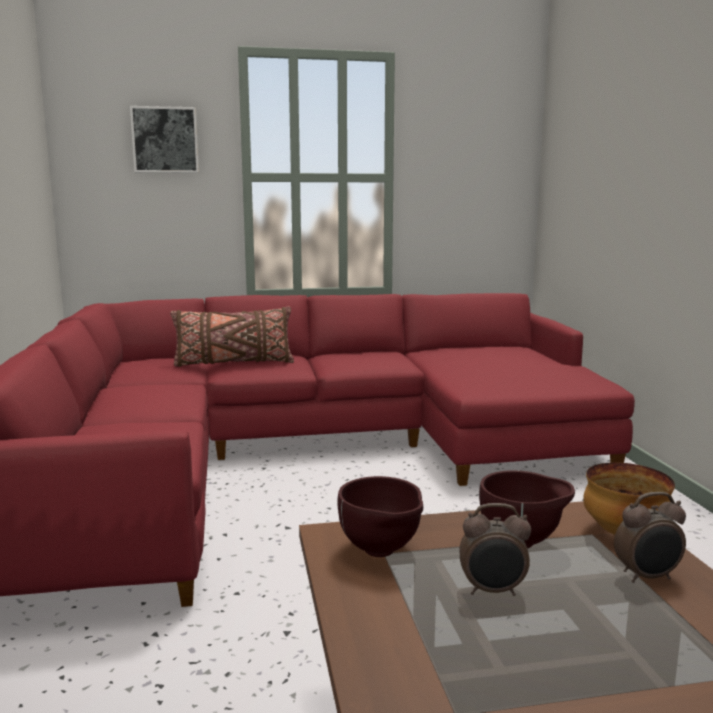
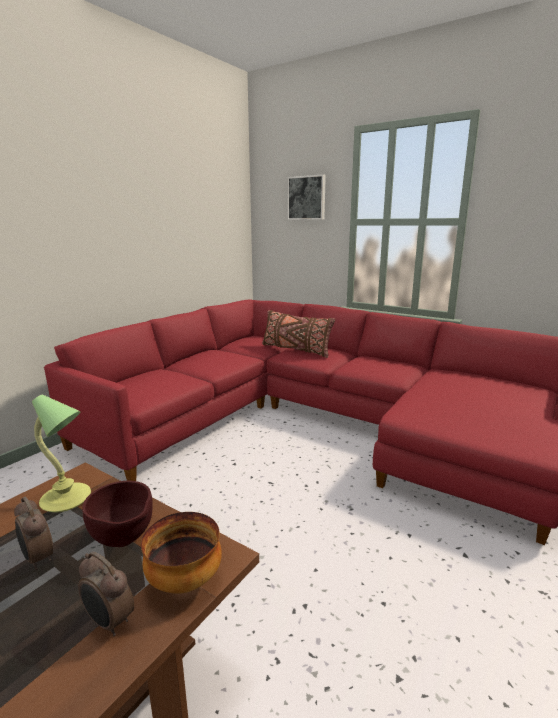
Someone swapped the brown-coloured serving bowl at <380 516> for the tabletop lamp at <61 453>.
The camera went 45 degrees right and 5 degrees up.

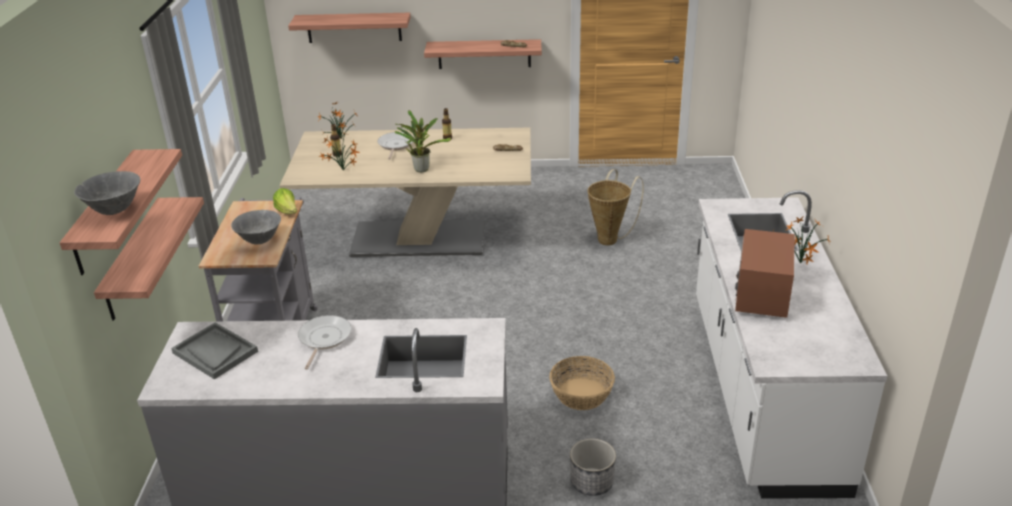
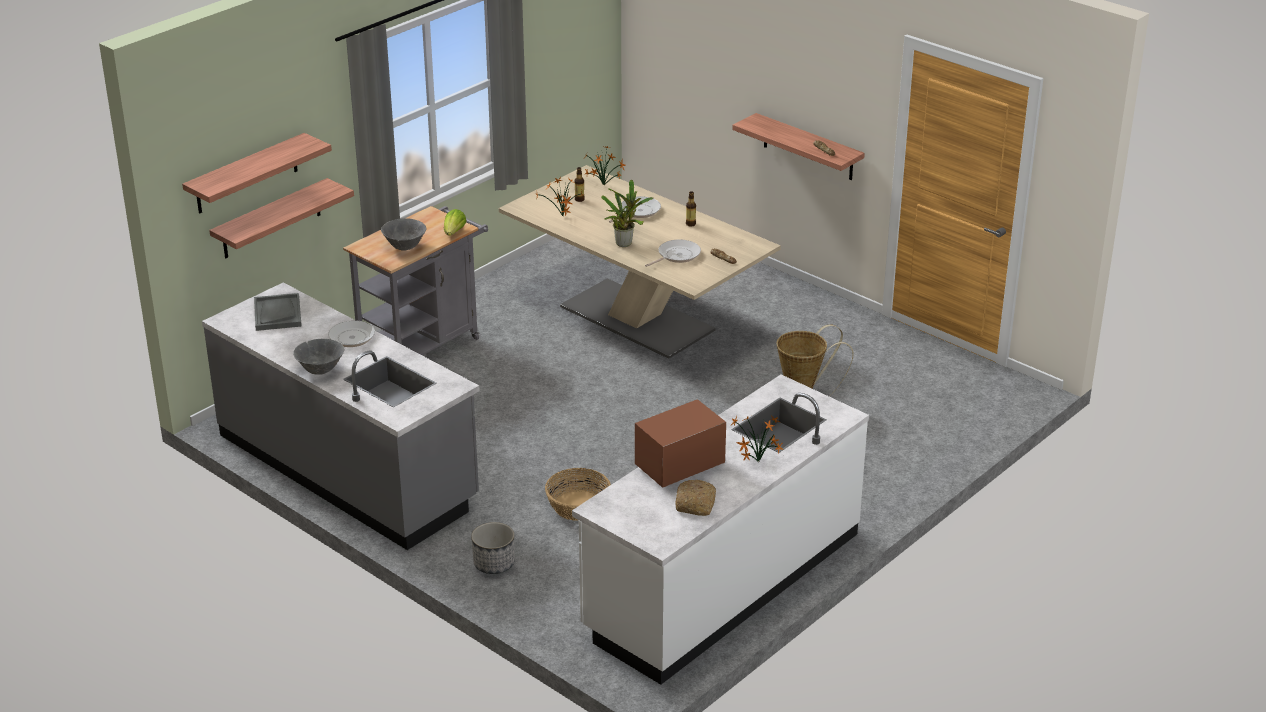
Someone carried the greyish serving bowl from <107 193> to <318 357>.
Someone took away the shelf at <349 28>.
Someone put down the pan at <673 253>.
Someone put down the baked bread at <696 498>.
The camera went 40 degrees right and 0 degrees up.

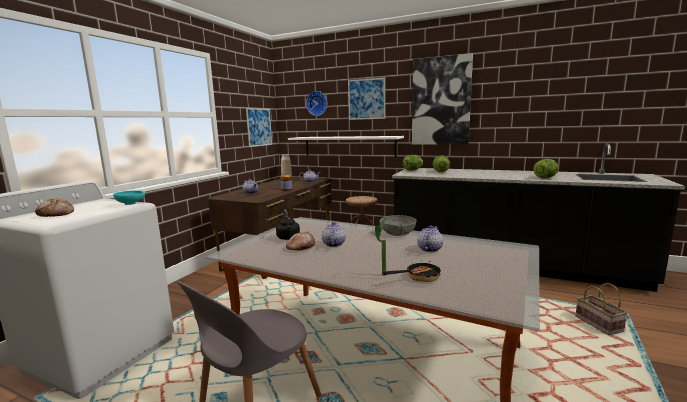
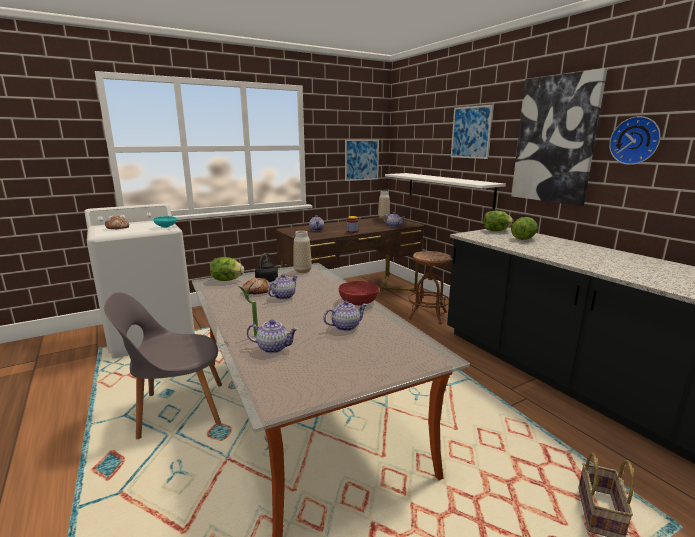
Someone carried the wall clock from <316 103> to <635 140>.
Someone repainted the greyish serving bowl at <397 225>, which became the red serving bowl at <359 293>.
Someone swapped the pan at <412 271> for the teapot at <272 336>.
Someone carried the lettuce from <546 168> to <227 269>.
Someone put down the vase at <302 252>.
The camera went 35 degrees right and 5 degrees up.

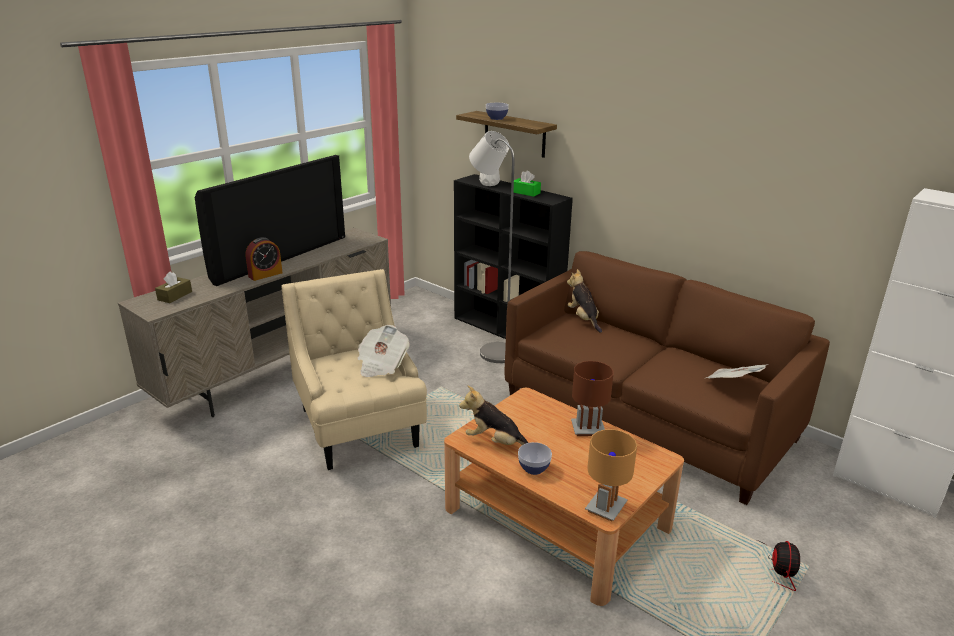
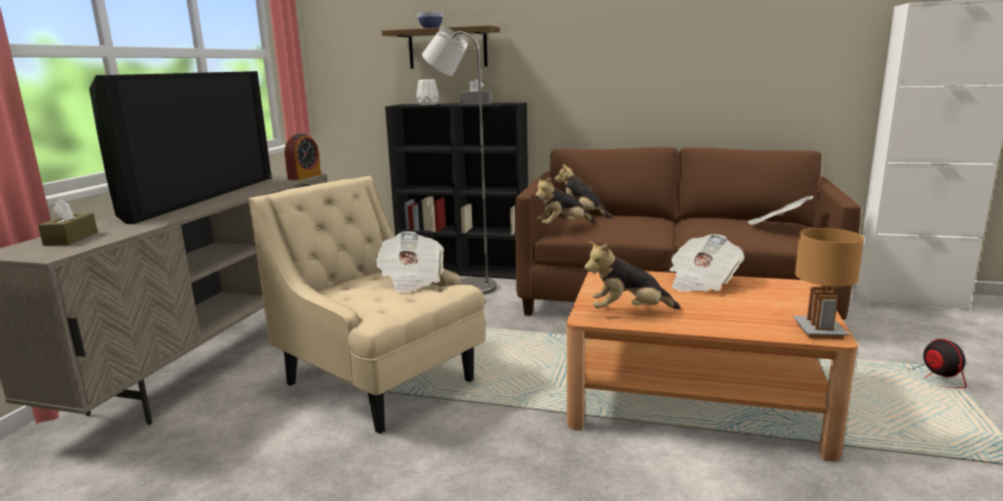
Someone carried the bedside clock from <263 259> to <302 157>.
Someone repainted the green-coloured tissue box at <527 184>, which became the greyish tissue box at <475 92>.
Someone took away the serving bowl at <535 458>.
Someone swapped the brown-coloured tabletop lamp at <592 398> for the newspaper at <707 263>.
Someone put down the plush toy at <565 200>.
The camera went 25 degrees left and 10 degrees down.

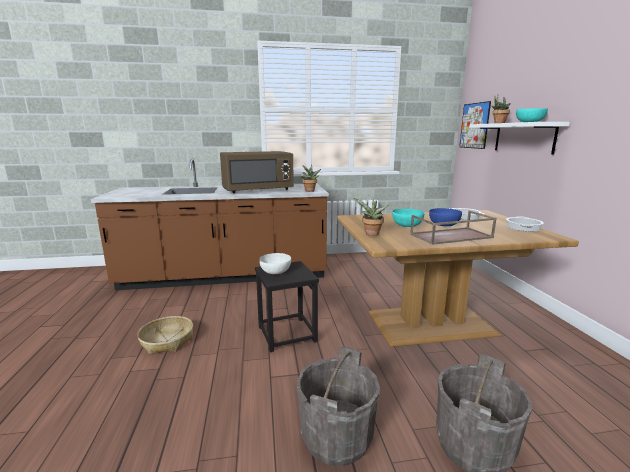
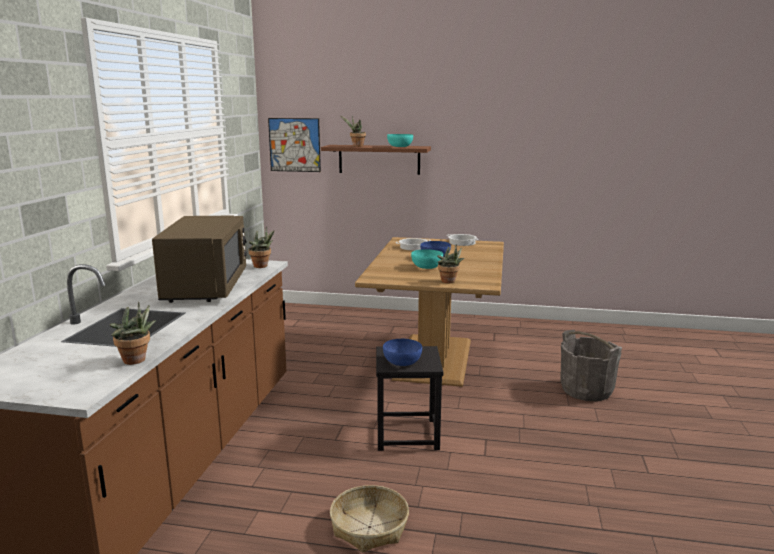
Someone repainted the white-coloured serving bowl at <275 263>, which became the blue-coloured serving bowl at <402 352>.
Someone took away the greyish water bucket at <338 406>.
Someone took away the brown-coloured serving tray at <453 227>.
Someone repainted the white-coloured shelf at <520 138>, which became the brown-coloured shelf at <376 160>.
Someone put down the houseplant at <133 333>.
The camera went 70 degrees left and 0 degrees up.

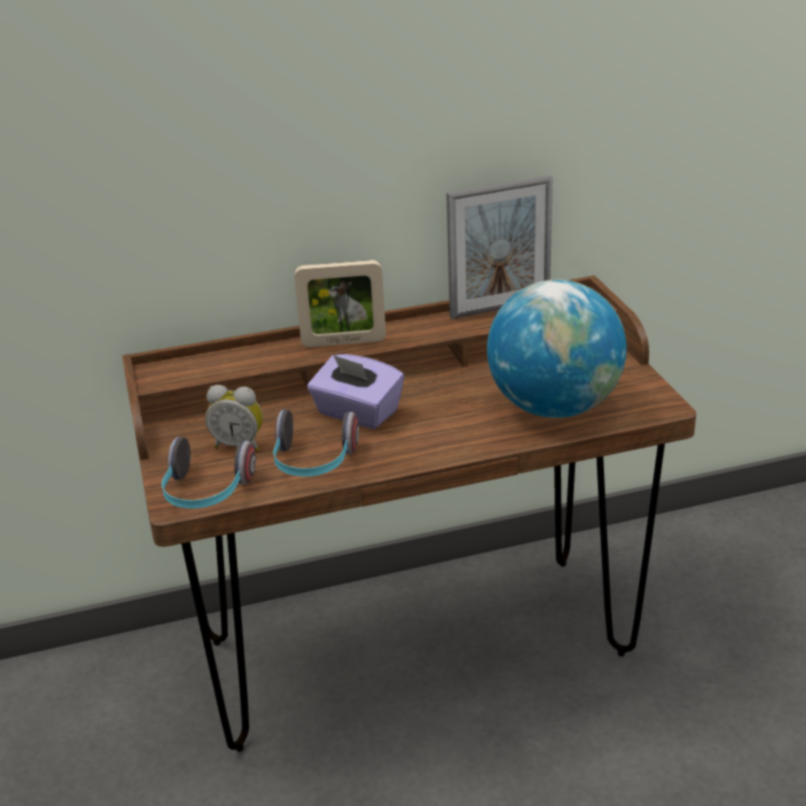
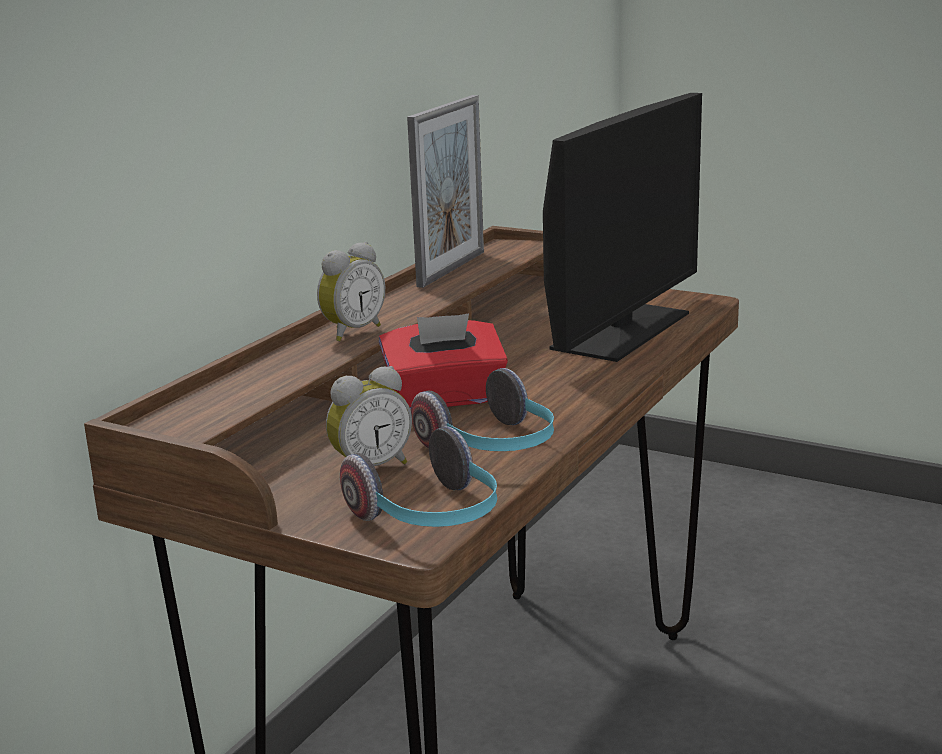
Someone swapped the picture frame at <340 303> for the bedside clock at <351 291>.
Someone repainted the purple tissue box at <355 391>, which became the red tissue box at <443 362>.
Someone swapped the globe at <557 349> for the monitor at <622 227>.
The camera went 45 degrees left and 10 degrees down.

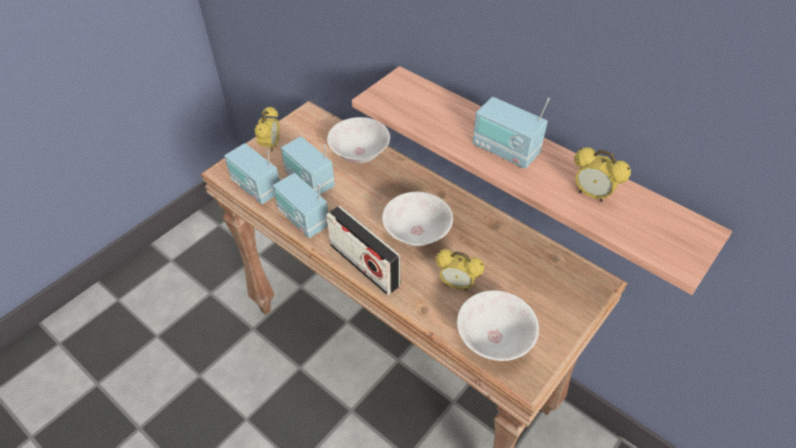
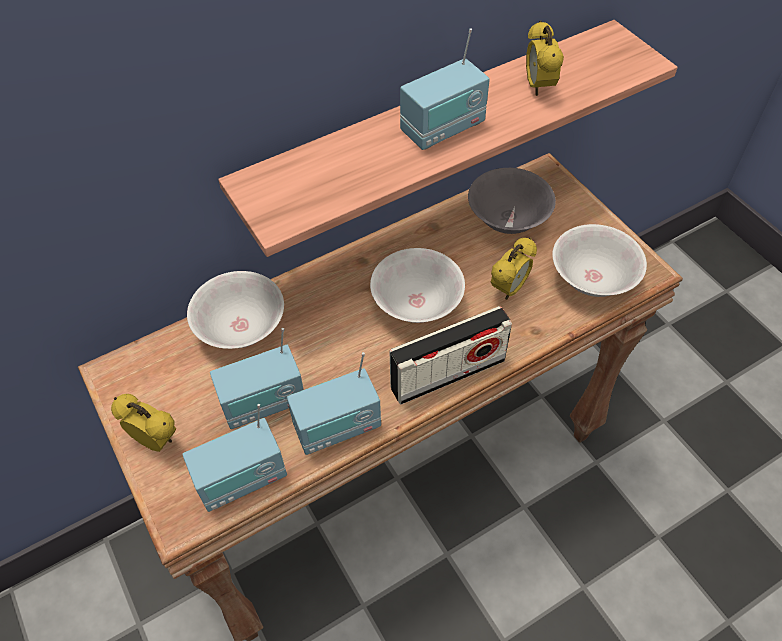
Someone rotated the bedside clock at <602 174> by 120 degrees clockwise.
Someone put down the greyish serving bowl at <512 201>.
The camera went 70 degrees left and 5 degrees up.

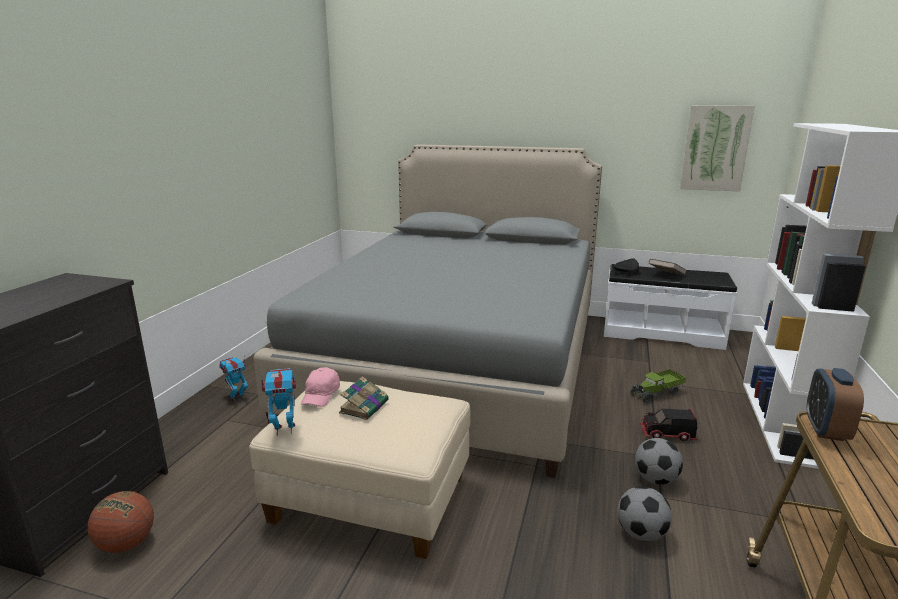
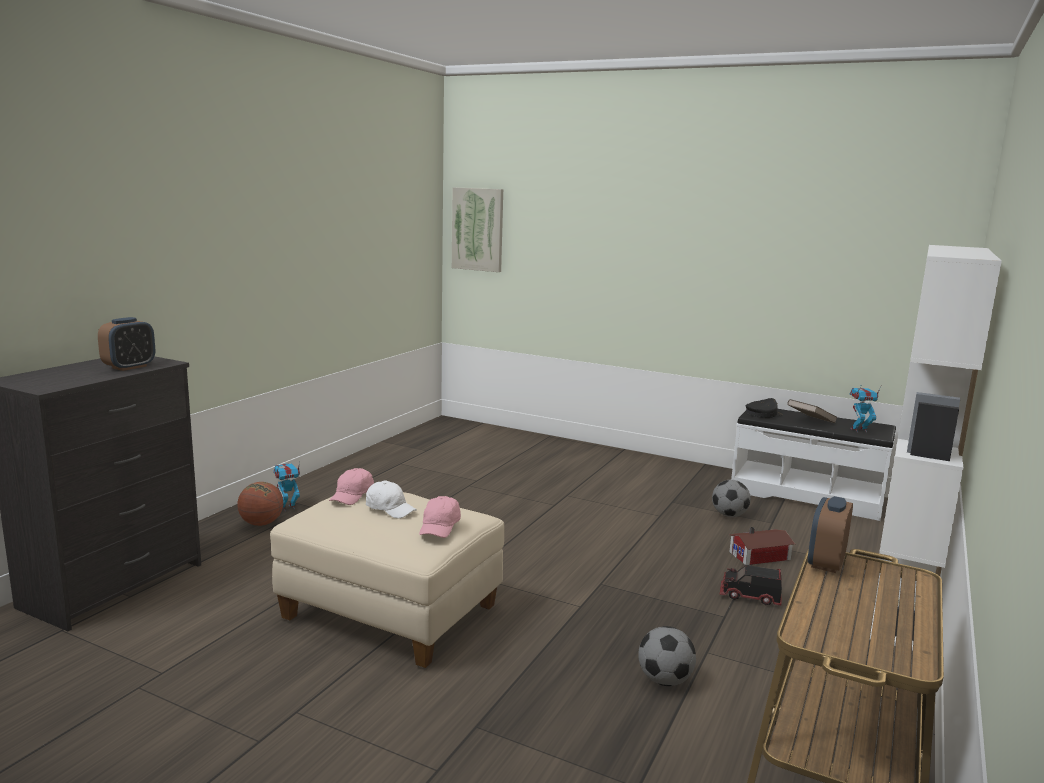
Someone carried the ball for basketball from <120 522> to <260 504>.
Someone took away the greyish bedroom bed at <427 311>.
Someone carried the model robot from <278 402> to <866 408>.
Someone swapped the bound book at <364 398> for the white-coloured cap at <391 499>.
Someone swapped the model truck at <658 386> for the miniature house at <762 546>.
Someone carried the ball for football from <659 461> to <731 498>.
Someone carried the wall art from <717 148> to <477 229>.
Someone put down the bedside clock at <126 344>.
Someone put down the pink cap at <440 517>.
The camera went 10 degrees right and 5 degrees down.

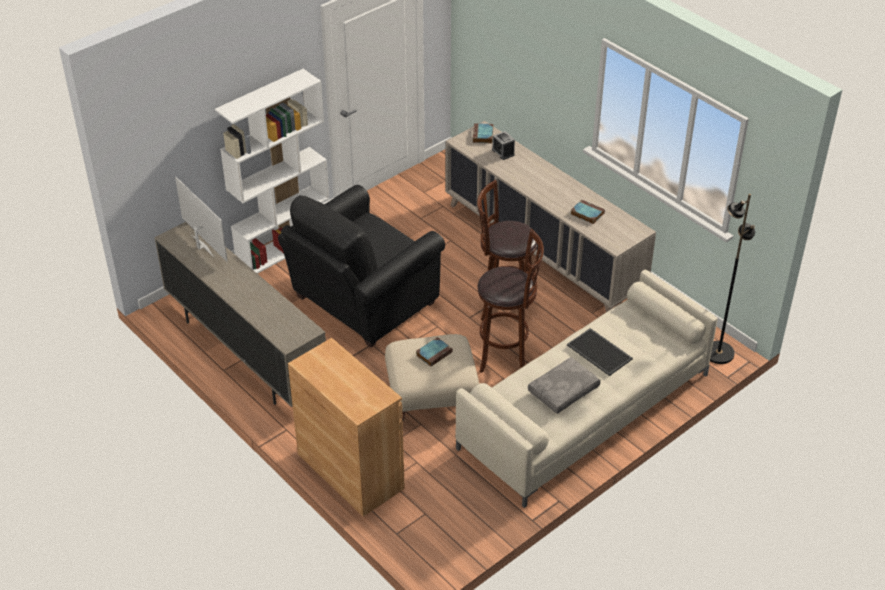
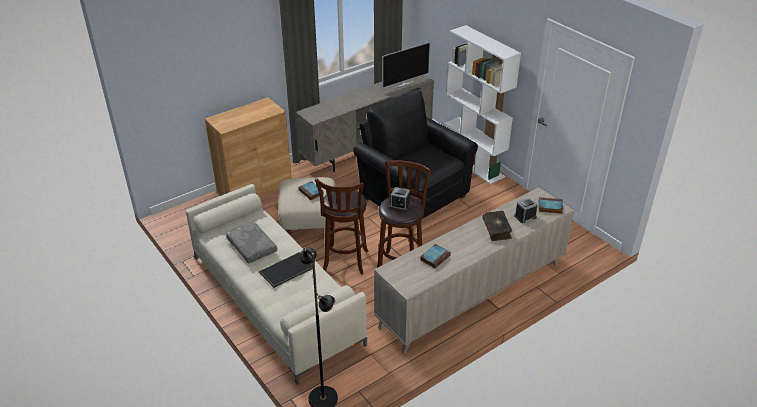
Someone put down the bedside clock at <400 199>.
Someone put down the bound book at <497 226>.
The camera went 95 degrees right and 5 degrees down.

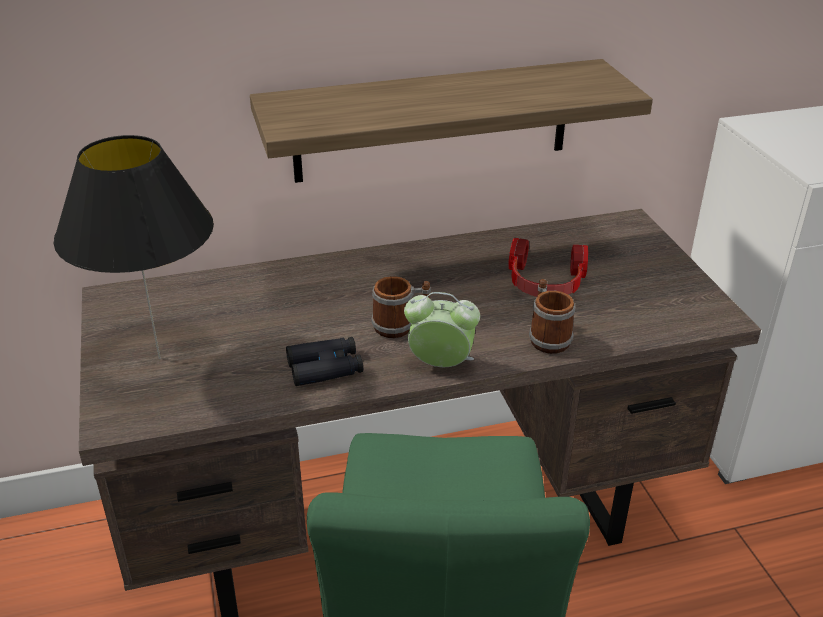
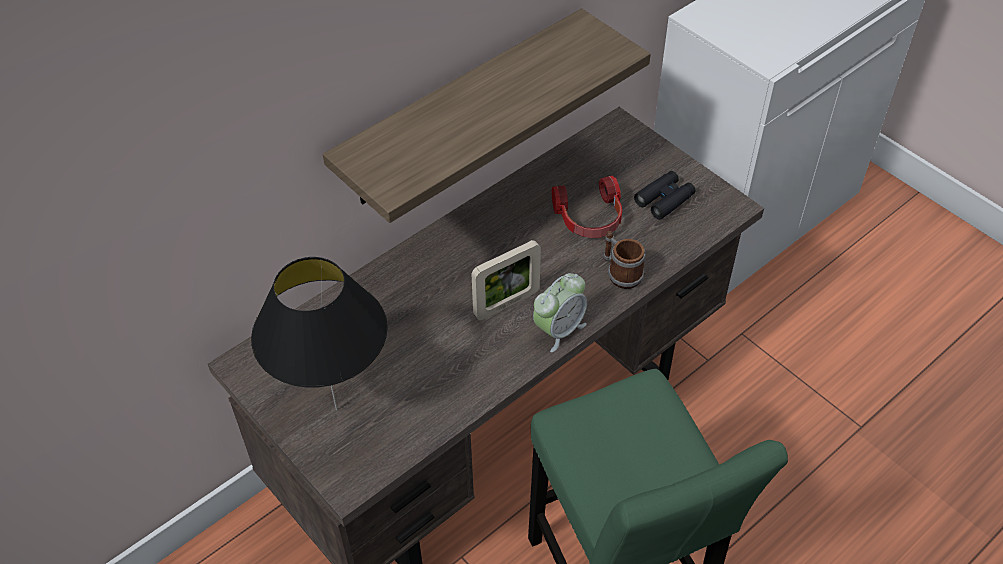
Someone carried the black-coloured field glasses from <324 361> to <665 195>.
Someone swapped the coffee mug at <401 307> for the picture frame at <506 280>.
Someone rotated the bedside clock at <442 329> by 150 degrees clockwise.
The camera went 25 degrees left and 15 degrees up.

